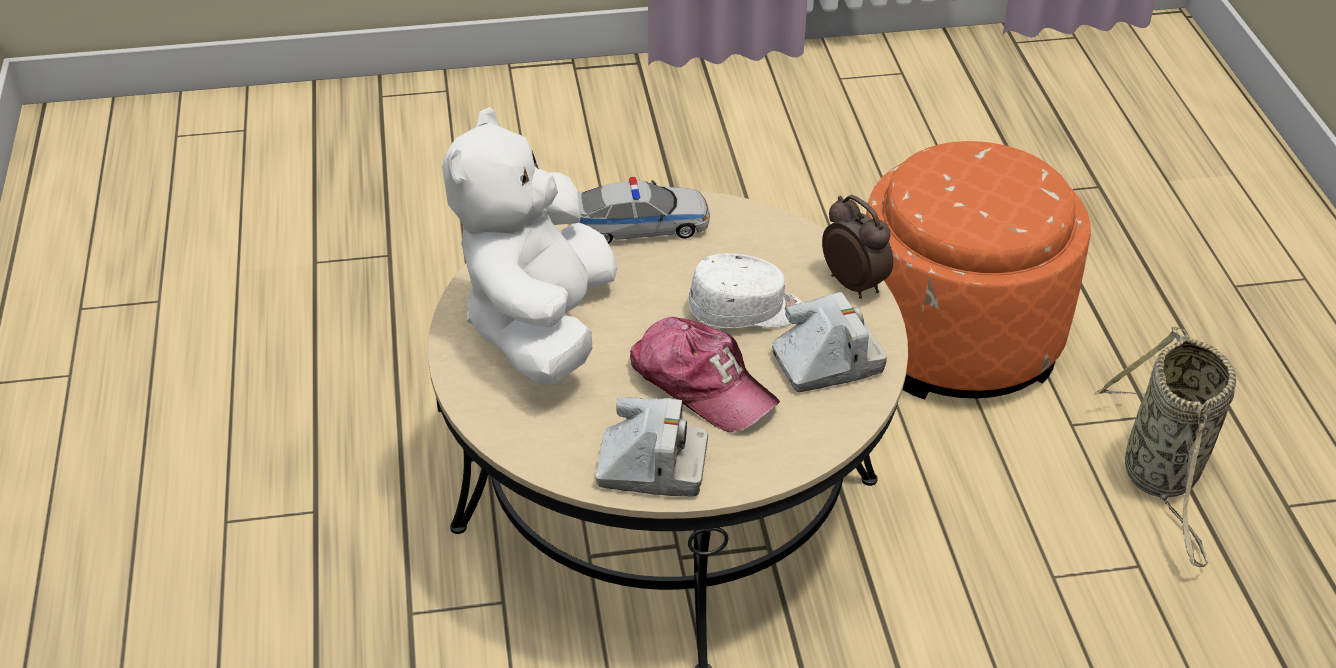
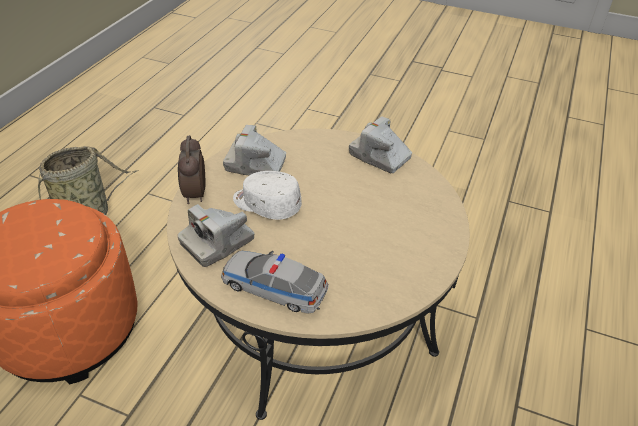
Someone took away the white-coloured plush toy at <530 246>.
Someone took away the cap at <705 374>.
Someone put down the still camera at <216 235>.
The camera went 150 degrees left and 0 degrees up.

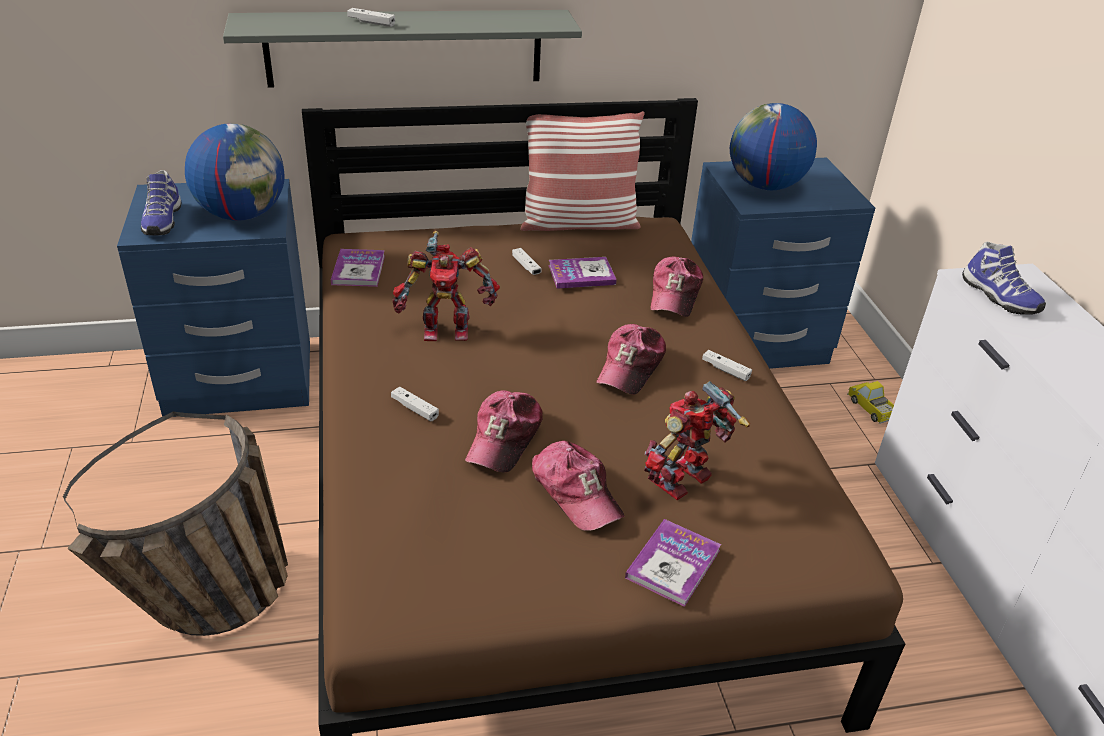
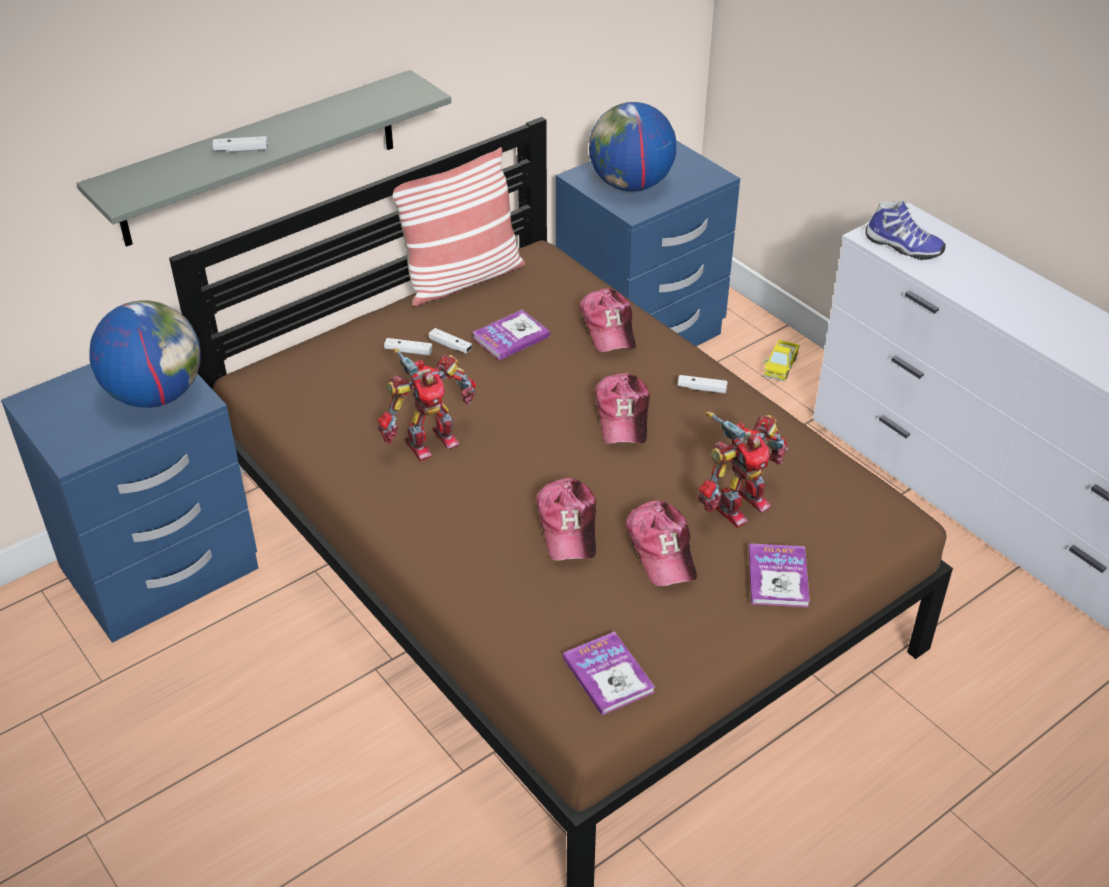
Someone took away the basket at <175 524>.
Someone took away the low shoe at <161 203>.
Someone carried the bound book from <358 268> to <609 673>.
Someone carried the white-coloured gamepad from <415 404> to <408 347>.
Someone rotated the cap at <578 486> by 45 degrees clockwise.
Someone rotated the model robot at <697 440> by 150 degrees counterclockwise.
Someone rotated the model truck at <870 402> by 105 degrees counterclockwise.
The camera went 25 degrees left and 5 degrees up.

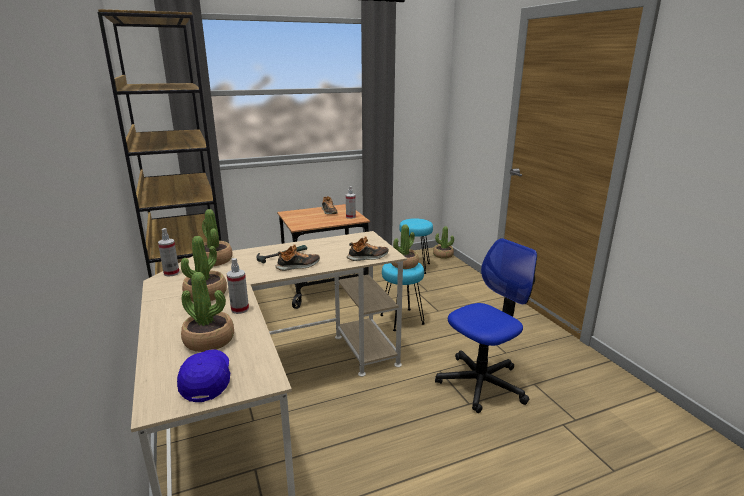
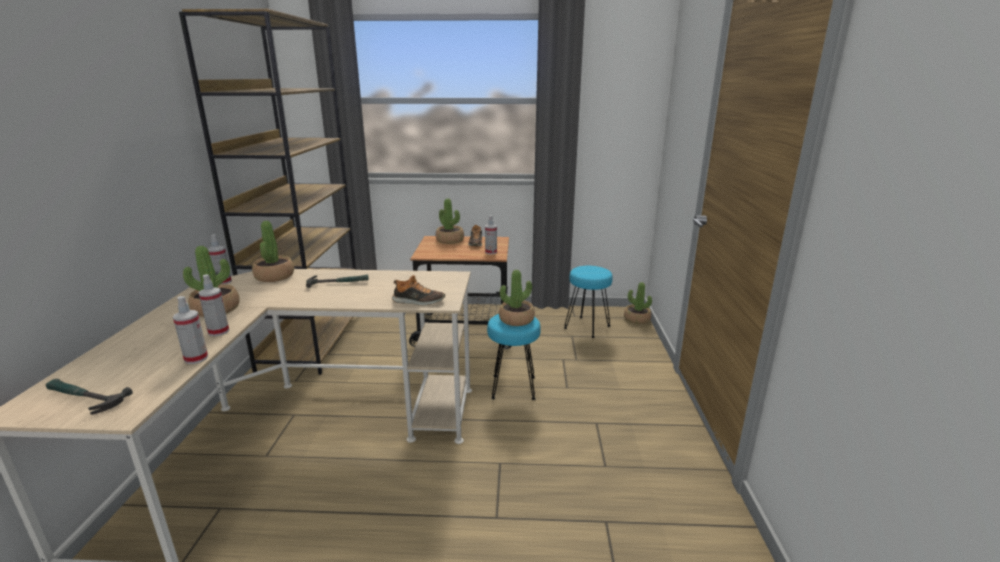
Someone swapped the blue-coloured cap at <203 375> for the hand hammer at <89 397>.
Someone carried the houseplant from <207 312> to <450 221>.
Someone took away the low shoe at <298 257>.
Someone took away the office chair at <486 325>.
Someone put down the hand sprayer at <190 330>.
The camera went 25 degrees right and 0 degrees up.

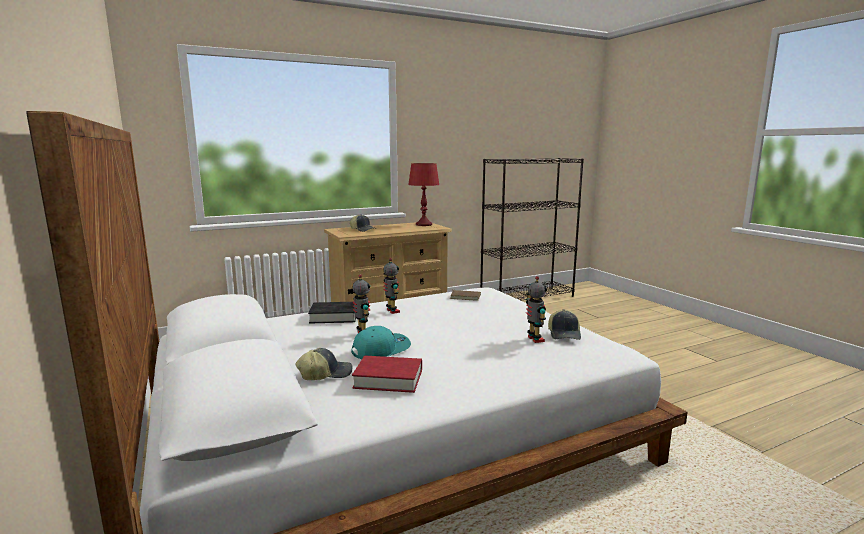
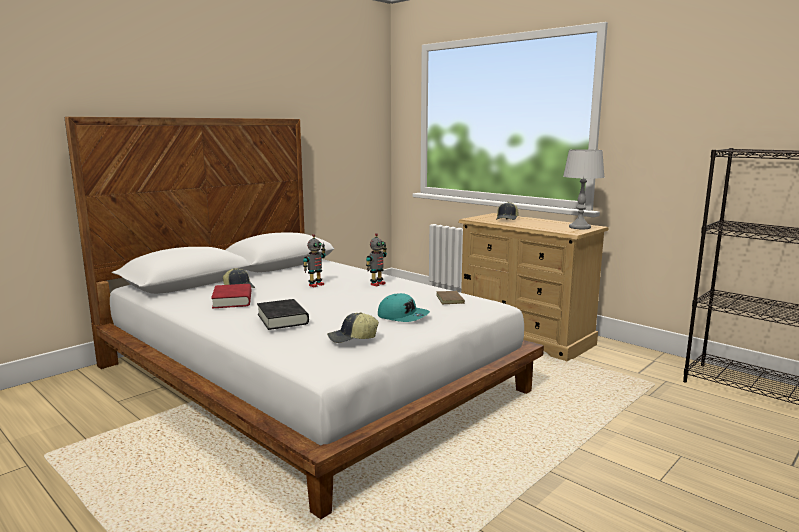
Someone carried the black-coloured bound book from <332 313> to <283 314>.
Someone carried the turquoise-coloured cap from <381 342> to <404 307>.
Someone repainted the red tabletop lamp at <424 194>, which became the greyish tabletop lamp at <584 189>.
Someone took away the model robot at <536 309>.
The camera went 70 degrees right and 0 degrees up.

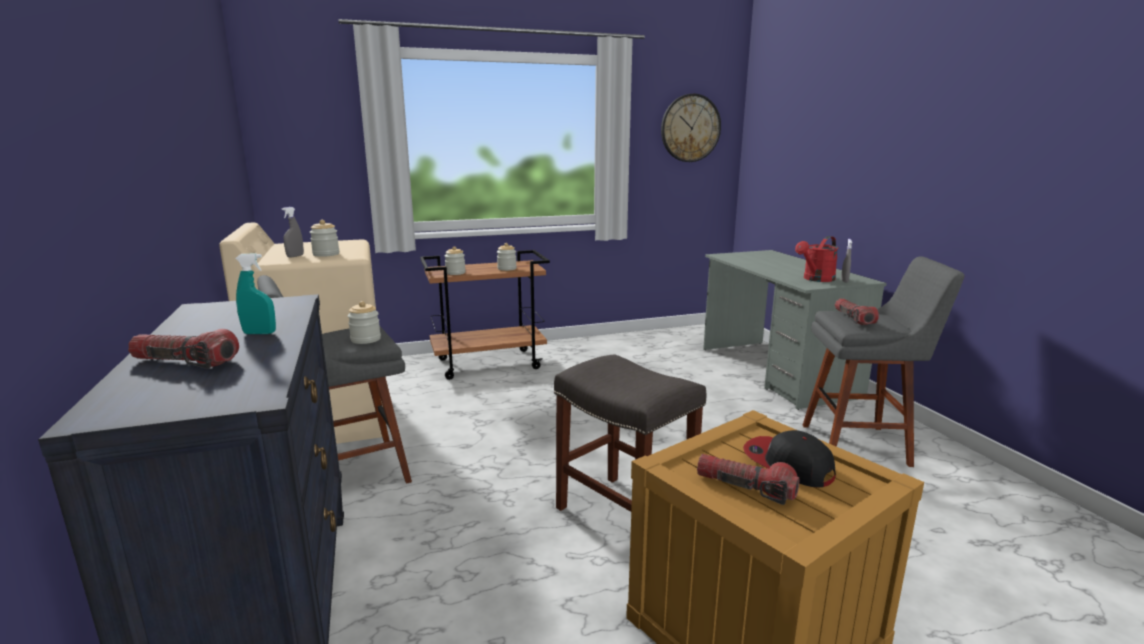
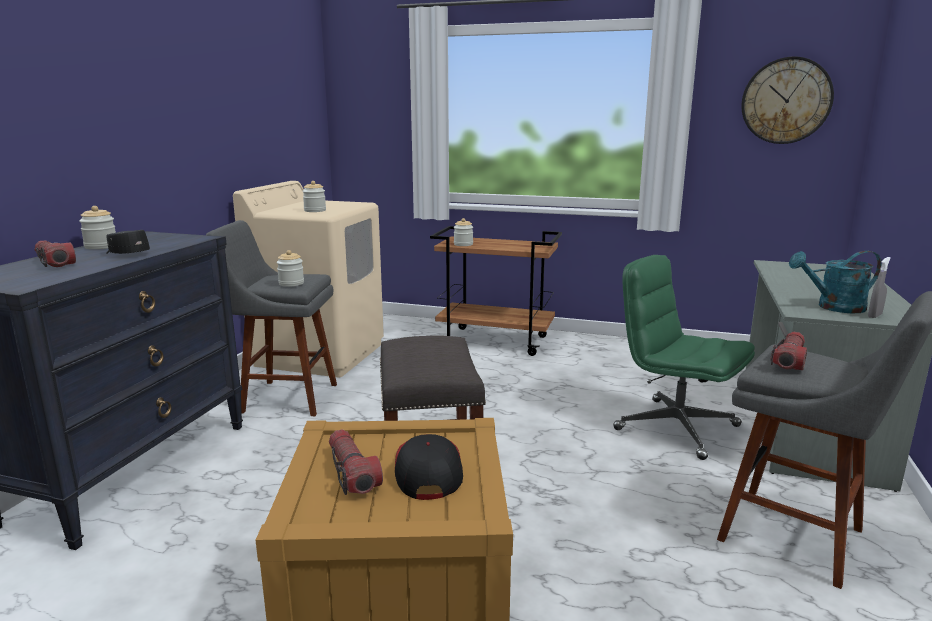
Someone swapped the turquoise-coloured hand sprayer at <255 293> for the black-coloured cap at <128 242>.
Someone took away the greyish hand sprayer at <292 232>.
Someone carried the storage jar from <507 257> to <97 227>.
Someone repainted the red sprinkling can at <817 259>, which became the turquoise-coloured sprinkling can at <835 282>.
Someone put down the green-coloured office chair at <684 357>.
The camera went 35 degrees right and 0 degrees up.

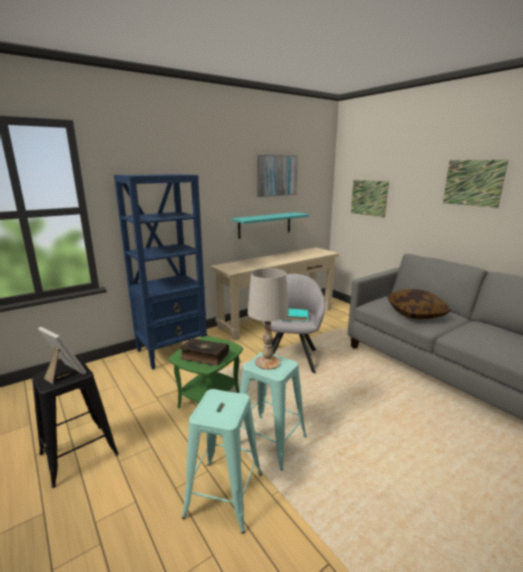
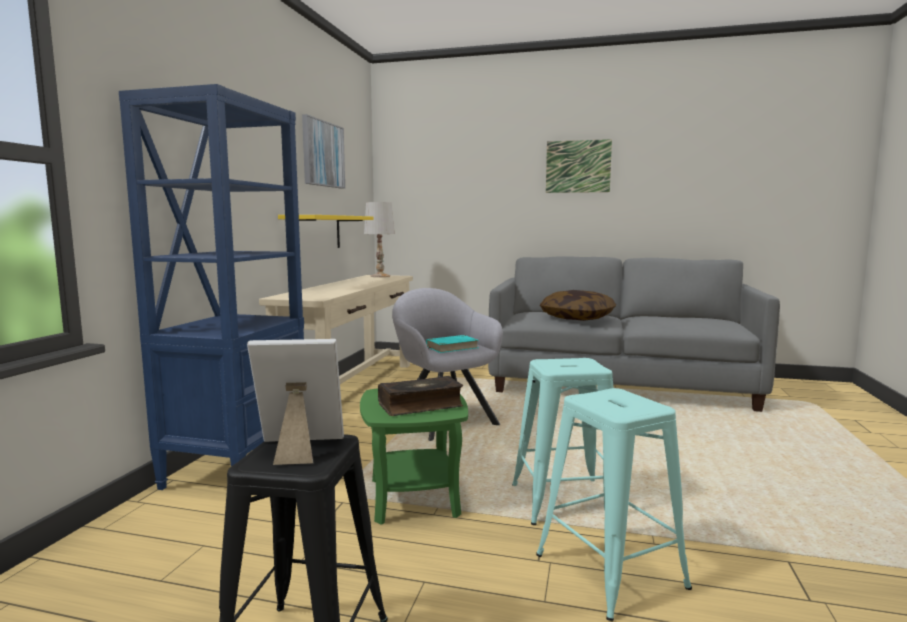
Someone repainted the turquoise-coloured shelf at <270 225>, which became the yellowish shelf at <326 231>.
Someone carried the white-coloured tabletop lamp from <268 319> to <379 239>.
Someone took away the wall art at <370 199>.
The camera went 40 degrees left and 10 degrees down.

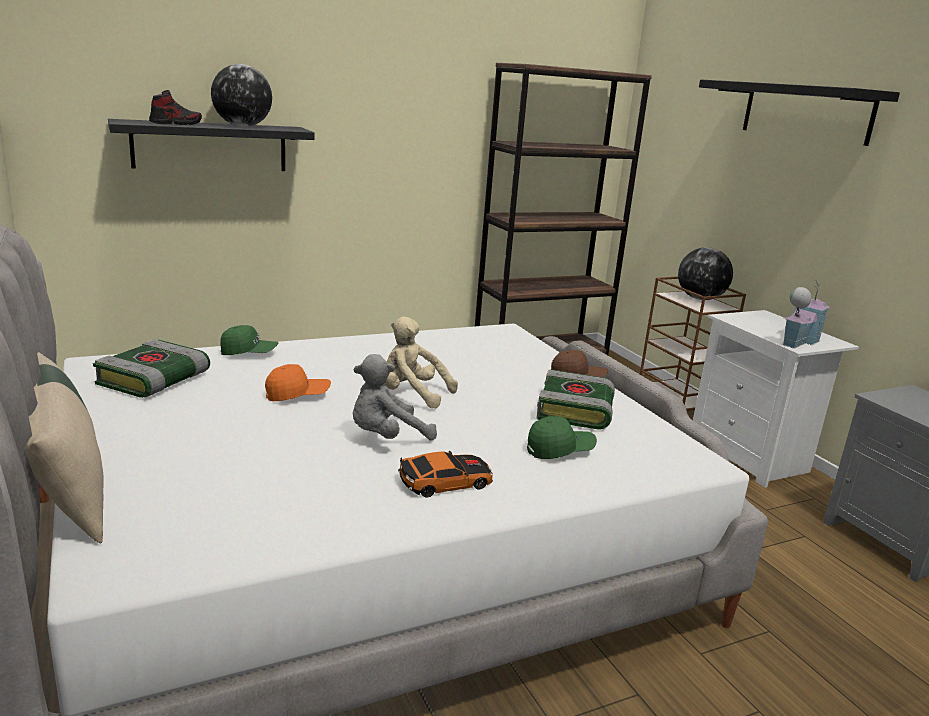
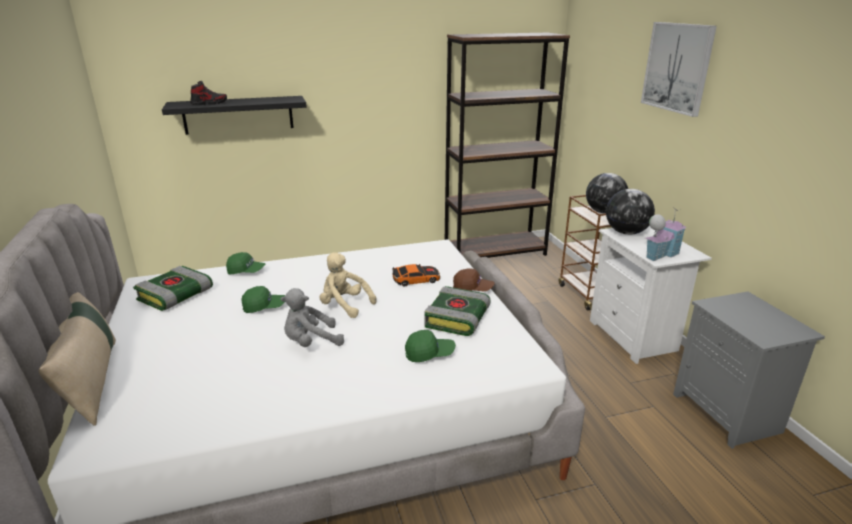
Someone carried the globe from <241 95> to <630 212>.
Someone repainted the orangey cap at <298 382>, which became the green-coloured cap at <263 299>.
Someone carried the model car from <445 474> to <416 275>.
Someone swapped the black-coloured shelf at <799 113> for the wall art at <679 69>.
The camera went 10 degrees right and 5 degrees up.

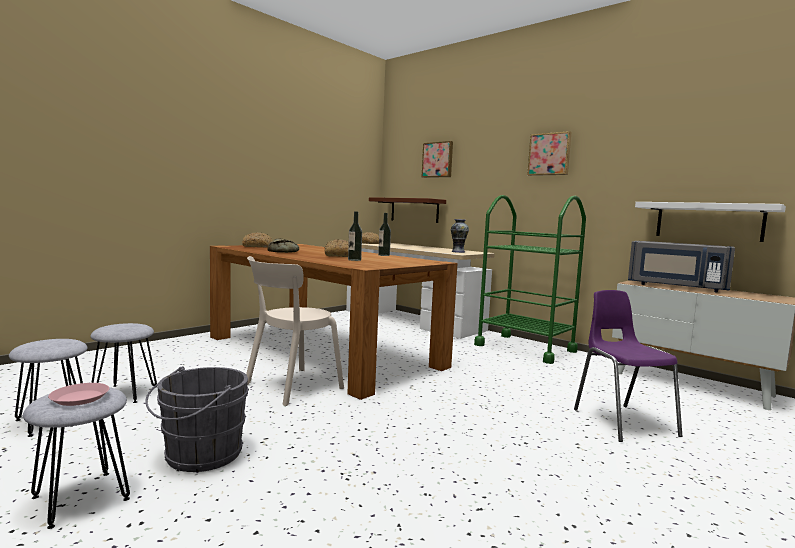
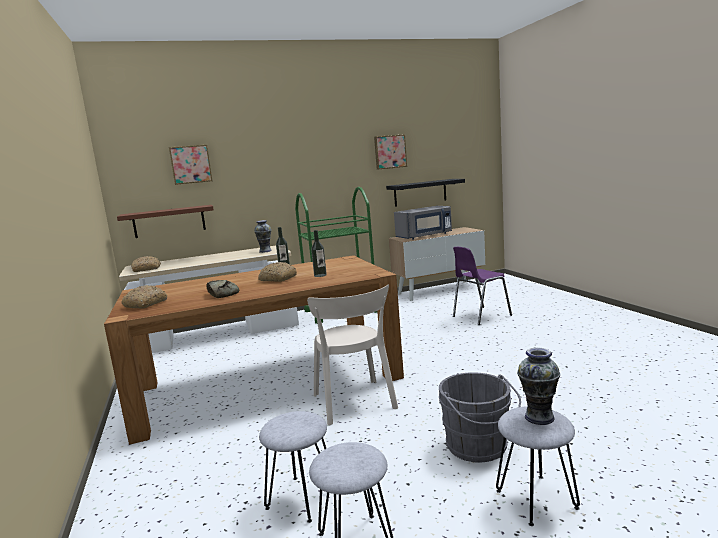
Someone swapped the pink plate at <78 394> for the vase at <538 386>.
Someone carried the wall art from <549 153> to <390 152>.
Someone rotated the purple upright chair at <628 366> by 45 degrees counterclockwise.
Someone repainted the white-coloured shelf at <710 222>, which became the black-coloured shelf at <425 193>.
The camera went 60 degrees left and 5 degrees up.

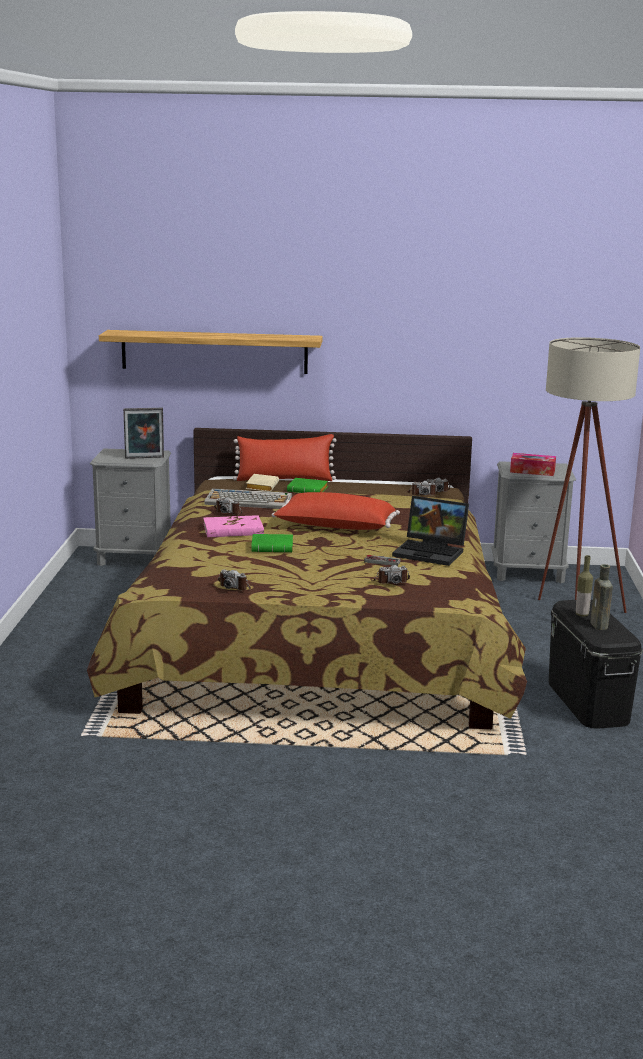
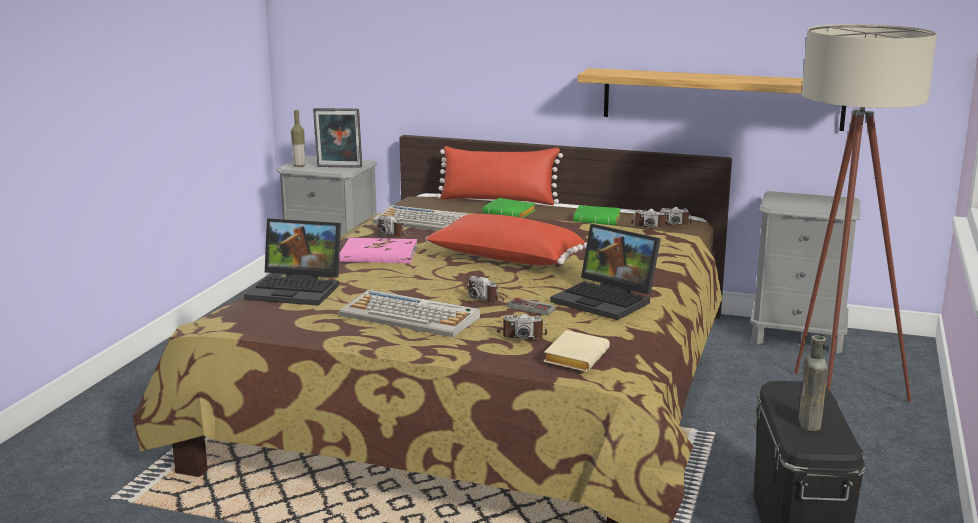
Someone carried the shelf from <211 352> to <711 99>.
Someone carried the still camera from <235 580> to <487 289>.
Someone carried the beige-coloured bound book from <262 483> to <576 351>.
Someone carried the green-coloured bound book from <272 543> to <597 215>.
Someone took away the tissue box at <533 464>.
Someone carried the beverage bottle from <584 586> to <298 138>.
Someone put down the laptop at <292 262>.
Someone put down the computer keyboard at <409 313>.
The camera went 15 degrees right and 0 degrees up.

